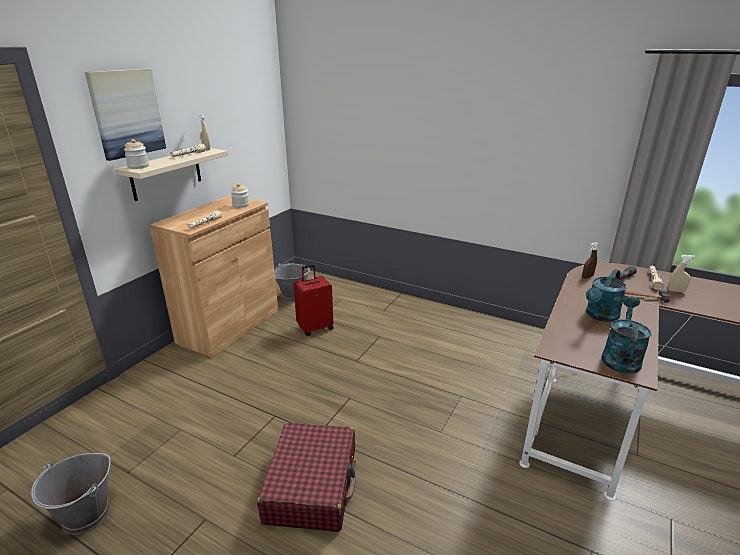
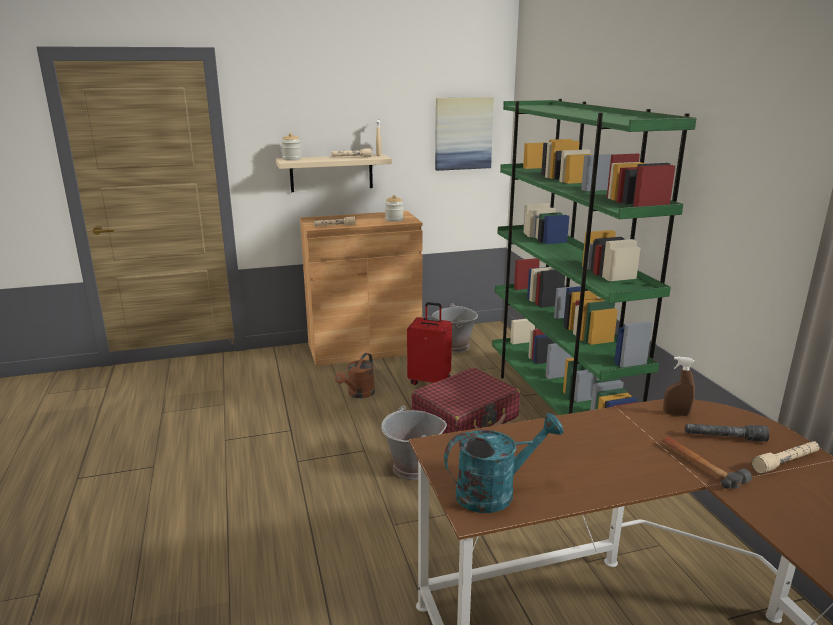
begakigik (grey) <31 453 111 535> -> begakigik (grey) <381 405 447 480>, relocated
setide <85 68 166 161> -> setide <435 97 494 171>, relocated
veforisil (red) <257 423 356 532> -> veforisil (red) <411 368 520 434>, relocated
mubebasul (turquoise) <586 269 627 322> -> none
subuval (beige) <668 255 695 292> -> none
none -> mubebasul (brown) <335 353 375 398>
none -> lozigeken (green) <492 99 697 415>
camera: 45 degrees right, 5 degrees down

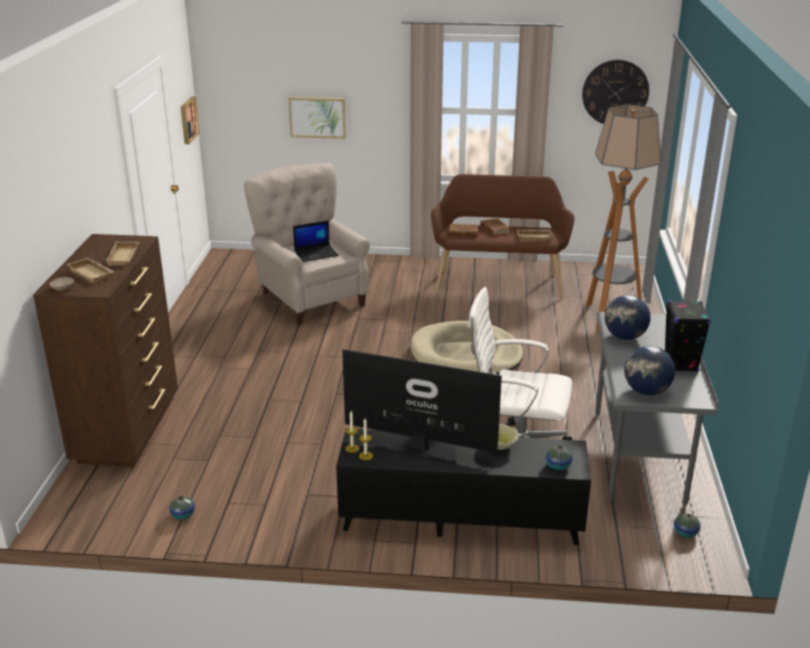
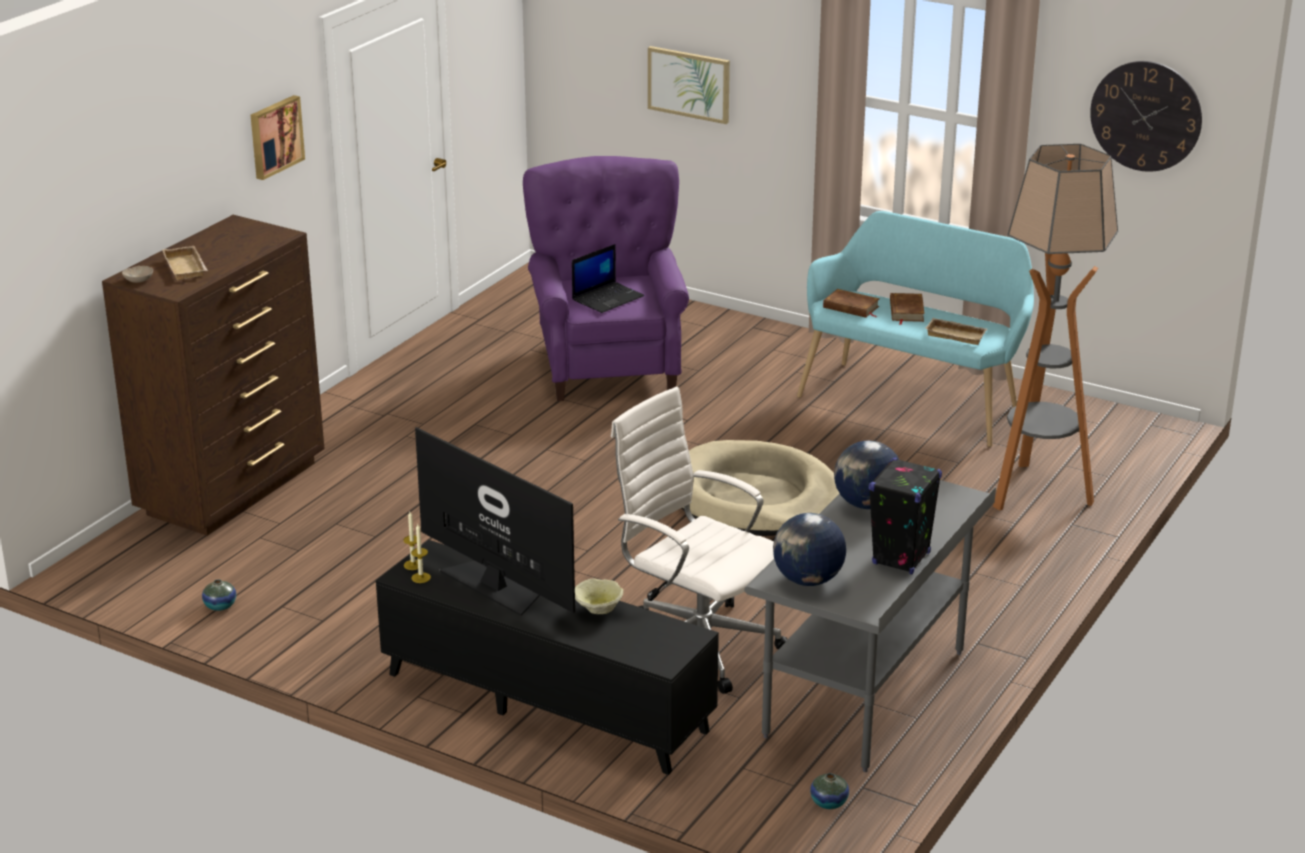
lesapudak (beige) <105 241 139 266> -> none
setide <181 96 200 144> -> setide <251 95 305 180>, relocated
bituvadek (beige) <244 163 370 325> -> bituvadek (purple) <523 156 689 401>
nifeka <293 220 339 262> -> nifeka <572 244 644 313>, 45 degrees counterclockwise
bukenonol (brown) <431 174 575 299> -> bukenonol (turquoise) <797 211 1034 447>
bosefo <545 445 573 470> -> none
camera: 25 degrees right, 0 degrees up

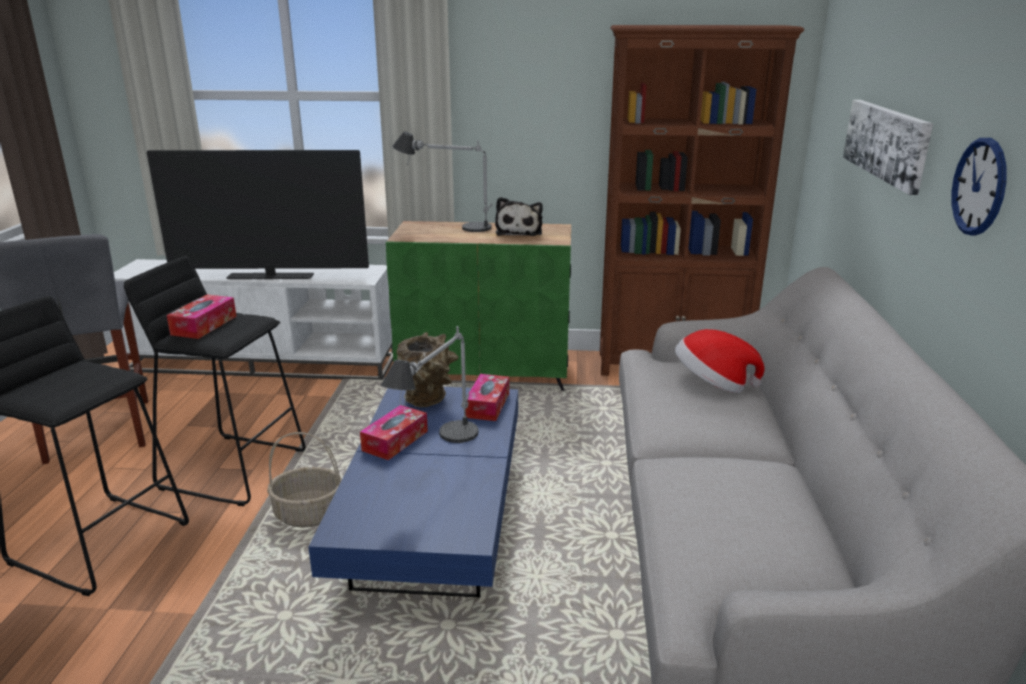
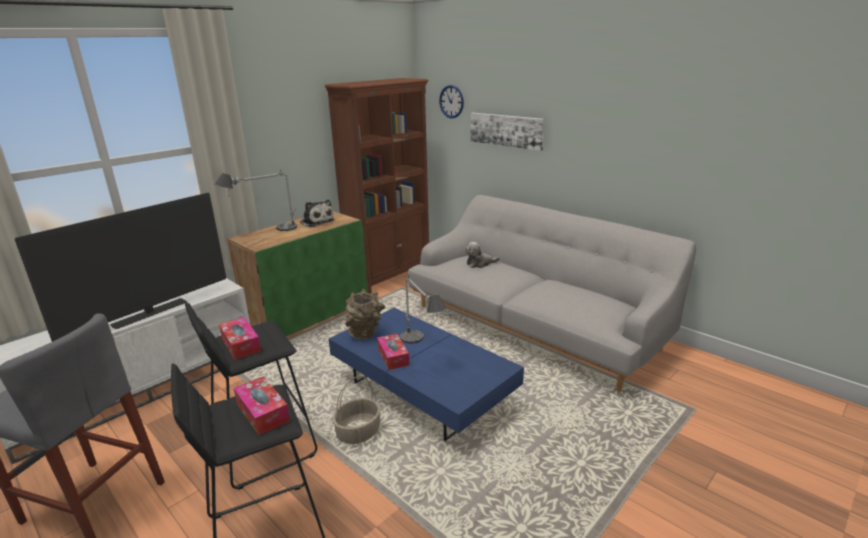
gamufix <466 374 509 421> -> gamufix <234 376 290 435>, relocated
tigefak <675 329 765 393> -> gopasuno <465 242 500 268>
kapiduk <951 138 1007 236> -> kapiduk <439 85 464 118>, relocated
camera: 50 degrees left, 0 degrees up

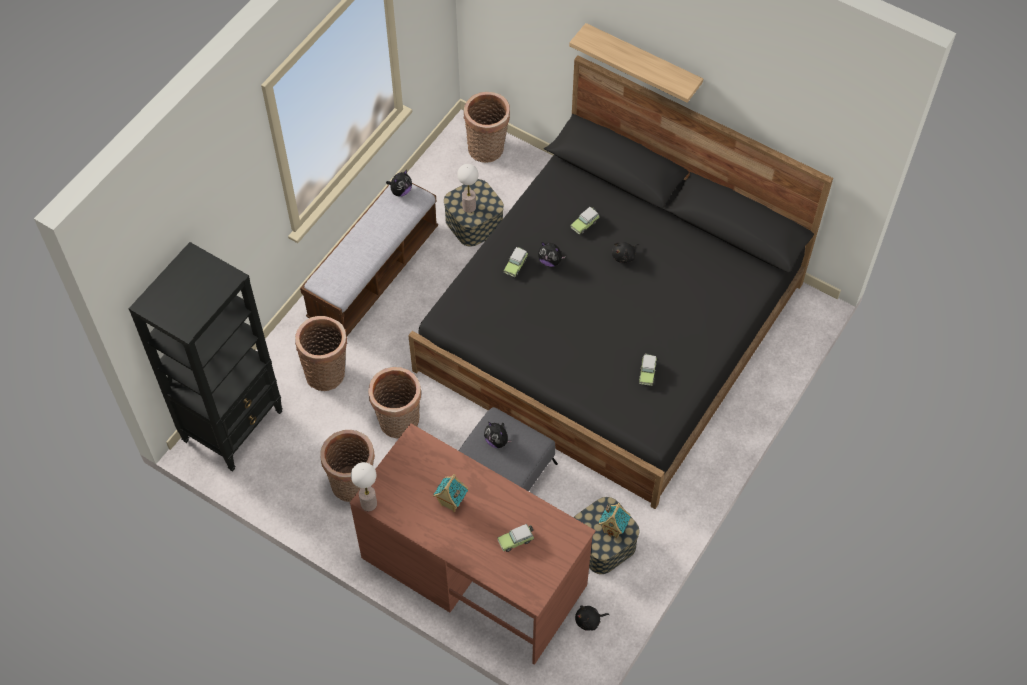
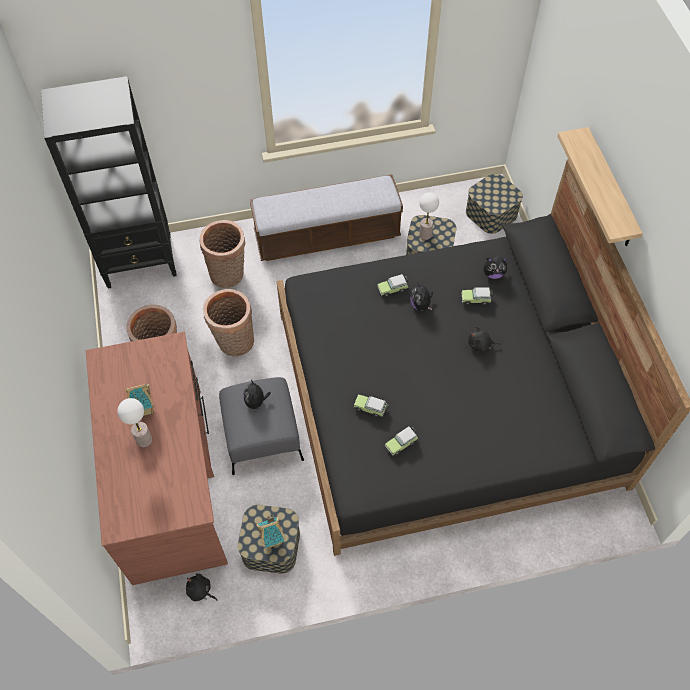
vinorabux <351 462 377 511> -> vinorabux <117 398 152 447>, relocated
gopasuno <386 170 412 197> -> gopasuno <484 256 507 279>, relocated
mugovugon <464 92 510 163> -> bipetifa <466 174 523 234>
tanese <497 524 534 552> -> tanese <354 394 389 417>, relocated
camera: 45 degrees right, 0 degrees up

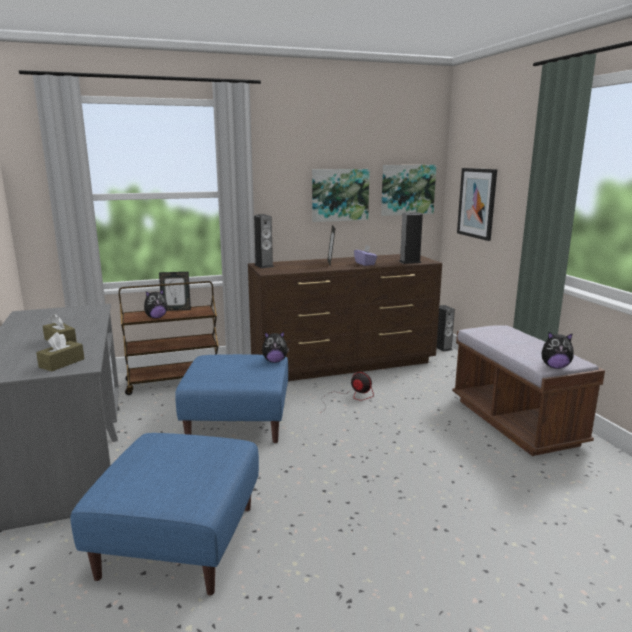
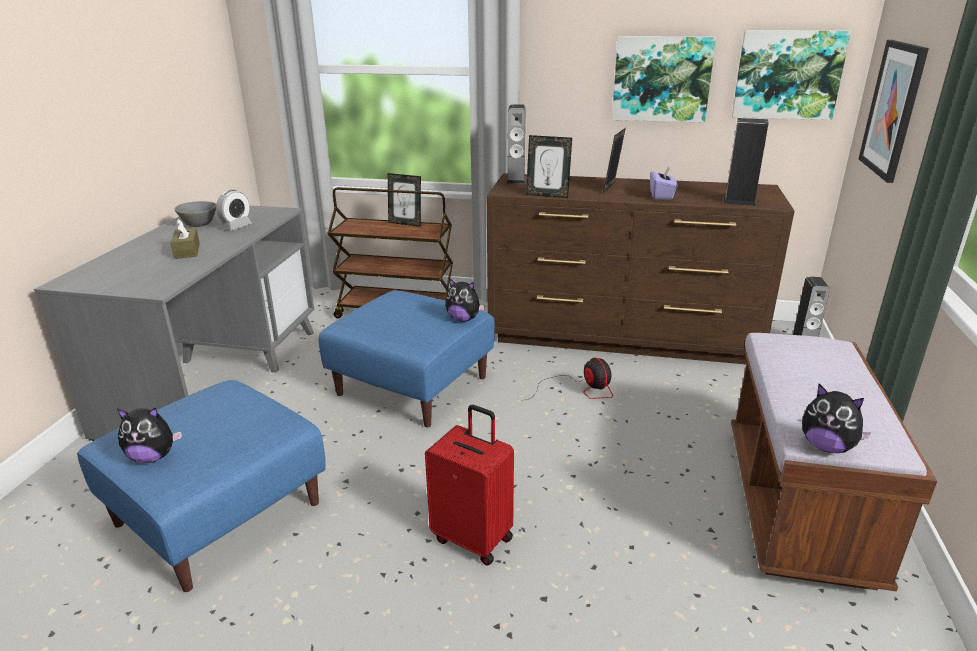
gamufix (brown) <36 332 84 371> -> none
gopasuno <144 289 168 319> -> gopasuno <117 408 182 463>, relocated
none -> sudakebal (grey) <175 201 216 227>
none -> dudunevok <216 190 252 231>
none -> veforisil (red) <425 405 514 566>
none -> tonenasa <526 135 572 198>
camera: 30 degrees right, 10 degrees up

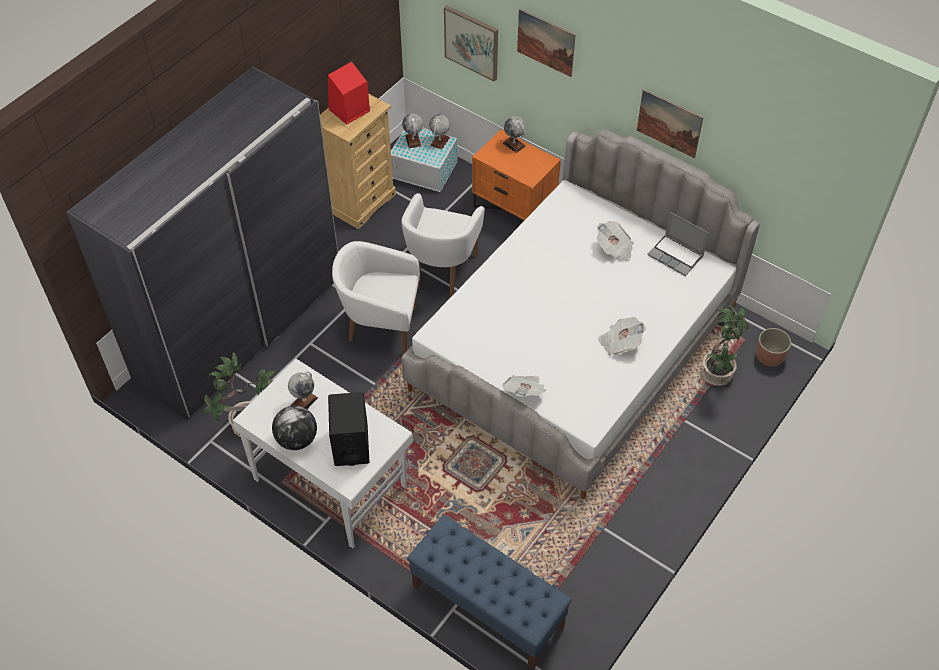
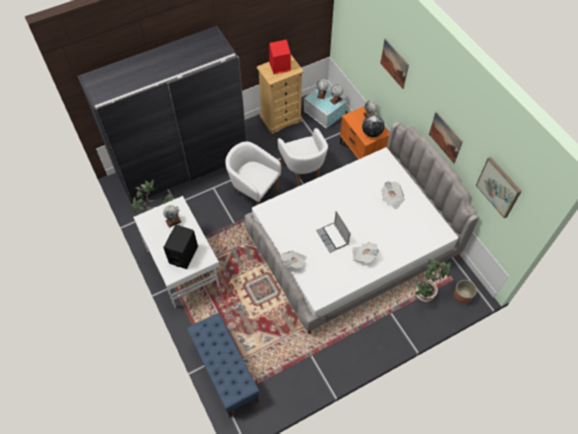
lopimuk <272 406 317 450> -> lopimuk <362 115 385 137>, relocated
bituvadek (white) <402 193 485 296> -> bituvadek (white) <277 128 328 186>, 60 degrees counterclockwise
setide <444 5 498 82> -> setide <476 157 521 219>, relocated
nifeka <647 212 709 276> -> nifeka <316 211 350 253>, relocated
camera: 25 degrees right, 5 degrees up

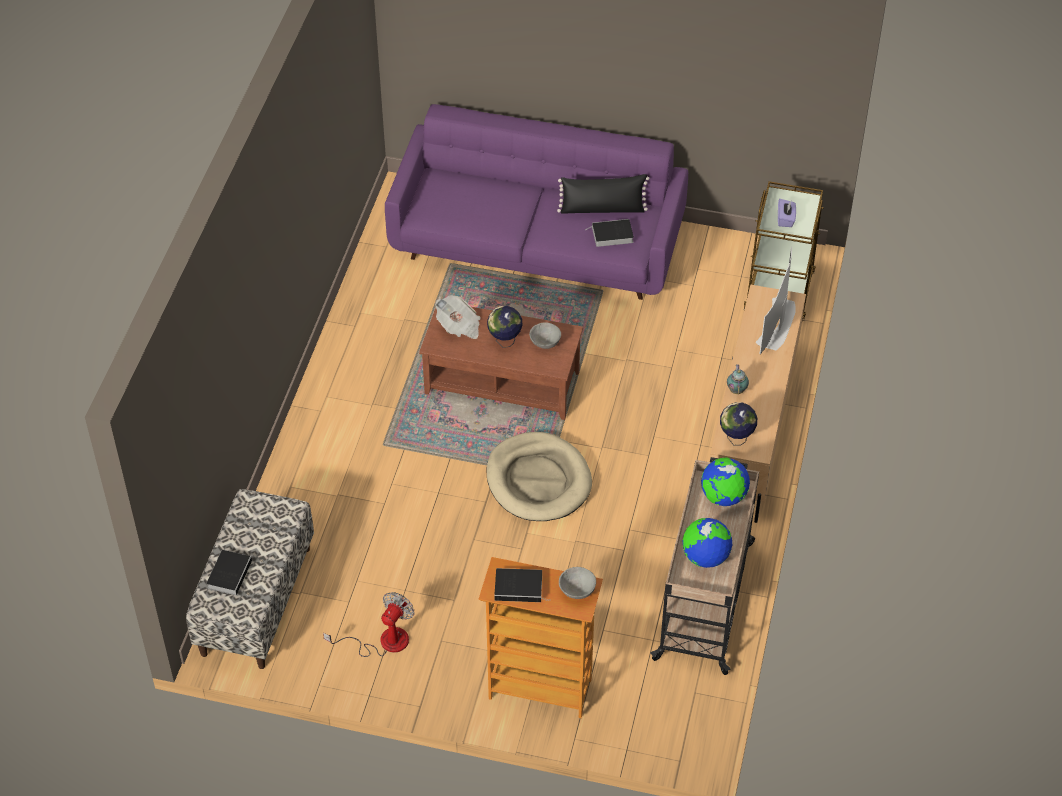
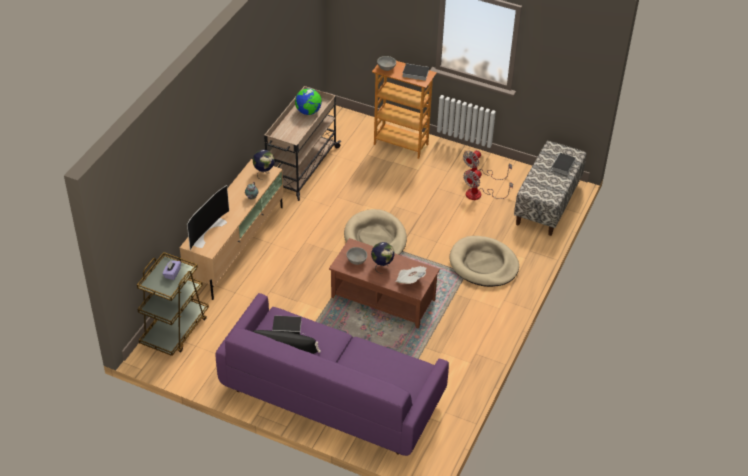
lopimuk <701 457 750 506> -> none
none -> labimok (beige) <450 236 519 287>
none -> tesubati <463 170 513 200>
camera: 170 degrees left, 5 degrees down

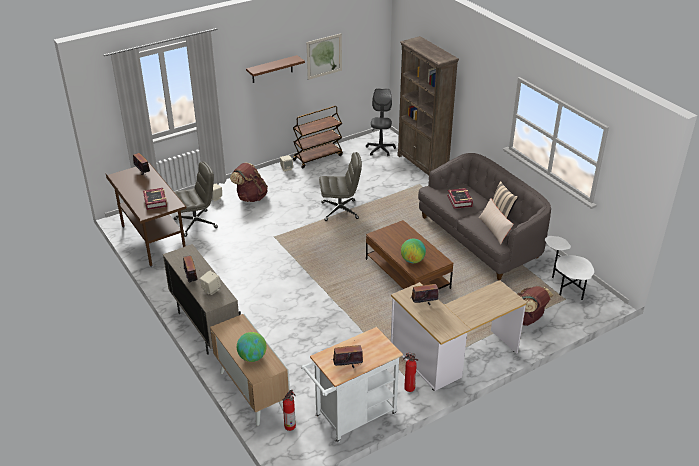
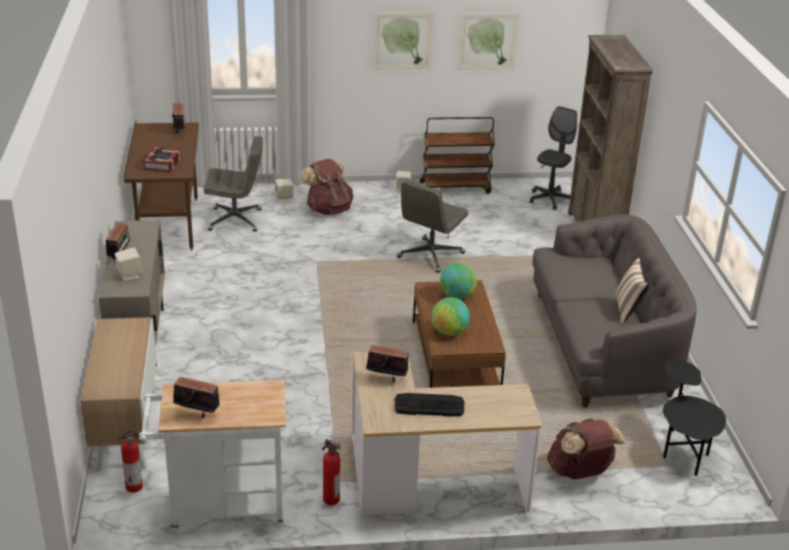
lopimuk <237 332 267 362> -> lopimuk <440 263 477 299>, relocated
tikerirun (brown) <246 55 305 83> -> setide <373 12 434 69>
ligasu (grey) <319 152 362 221> -> ligasu (grey) <397 180 468 273>, 105 degrees clockwise
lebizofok <447 188 473 209> -> none
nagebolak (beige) <479 198 514 245> -> none
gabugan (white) <545 236 594 300> -> gabugan (black) <663 358 726 476>
none -> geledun <394 393 465 416>
camera: 25 degrees right, 5 degrees down

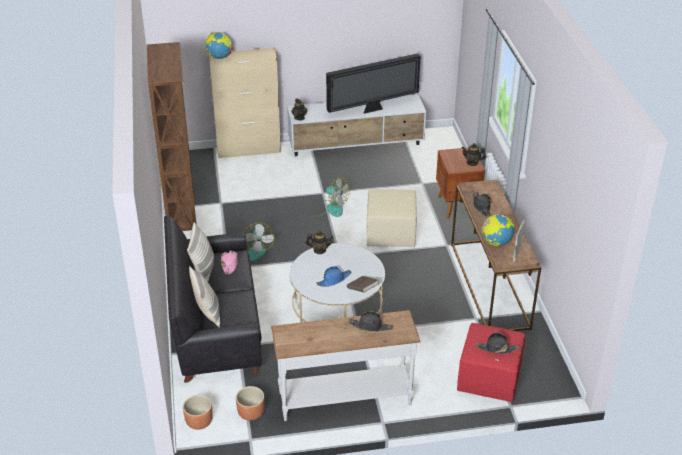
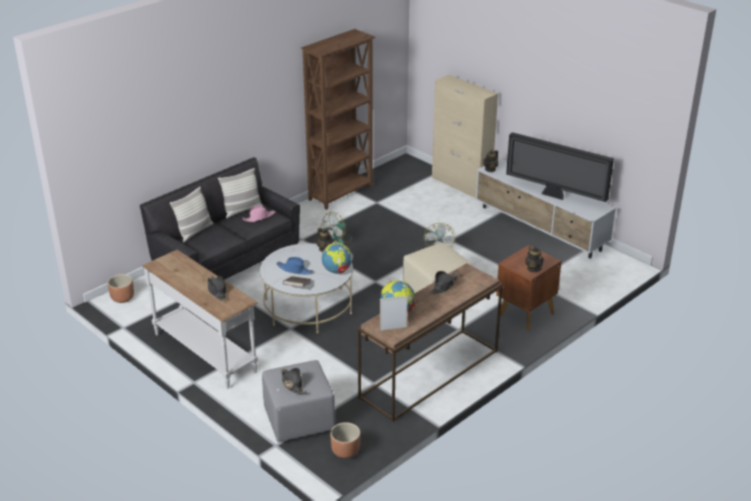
lopimuk <205 32 233 59> -> lopimuk <322 241 353 274>, relocated
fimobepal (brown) <236 386 265 421> -> fimobepal (brown) <330 422 361 458>, relocated
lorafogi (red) <457 323 525 402> -> lorafogi (grey) <262 360 335 442>
camera: 55 degrees right, 5 degrees down

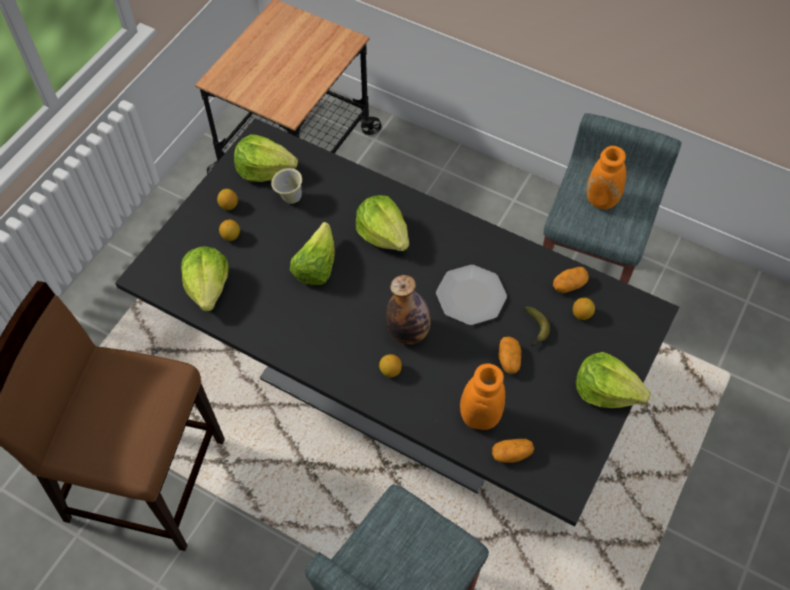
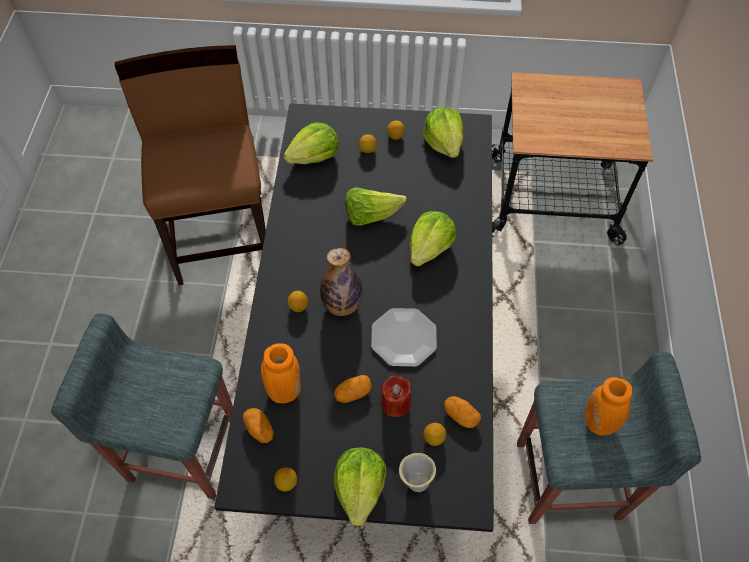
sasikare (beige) <271 168 302 204> -> sasikare (beige) <399 453 436 492>, relocated
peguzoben <524 306 550 347> -> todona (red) <381 376 411 417>
none -> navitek <274 467 297 492>
camera: 65 degrees right, 0 degrees up

